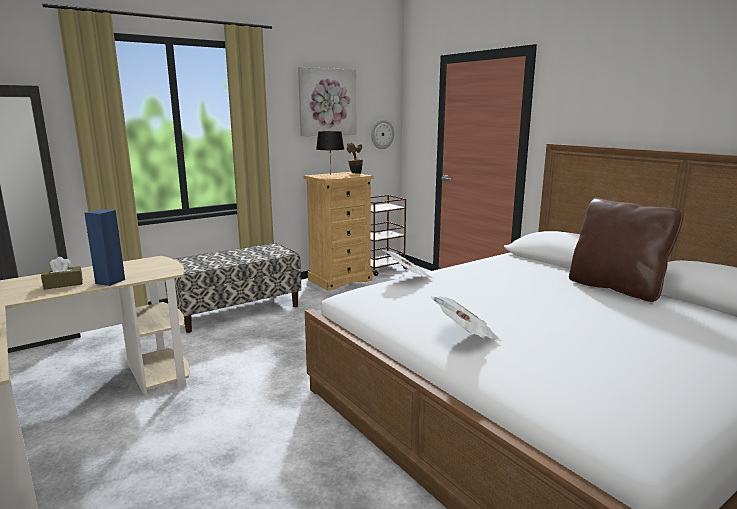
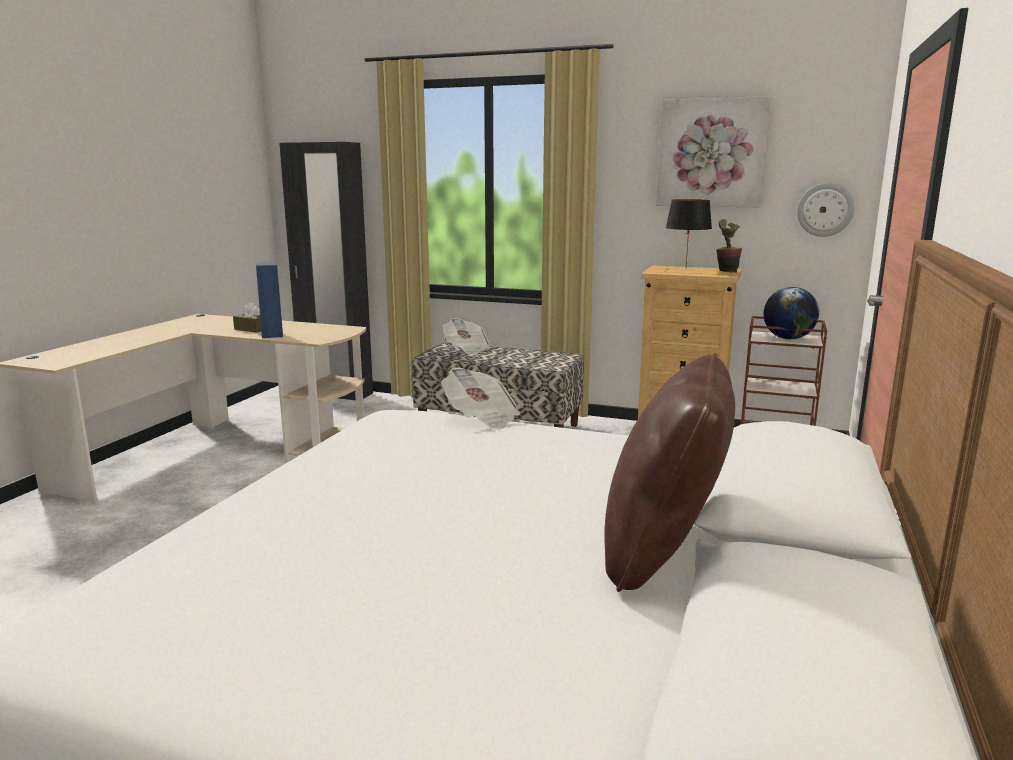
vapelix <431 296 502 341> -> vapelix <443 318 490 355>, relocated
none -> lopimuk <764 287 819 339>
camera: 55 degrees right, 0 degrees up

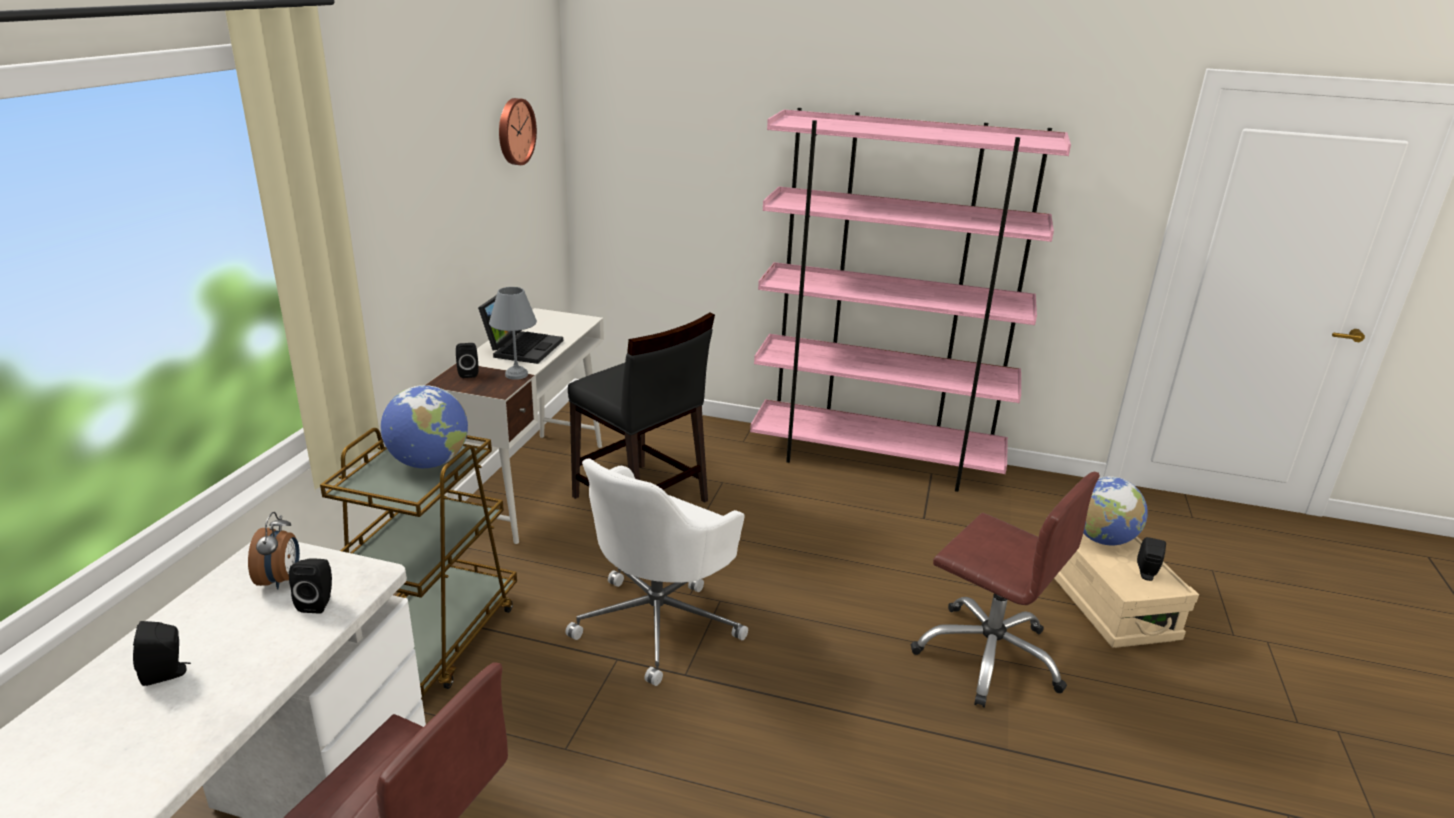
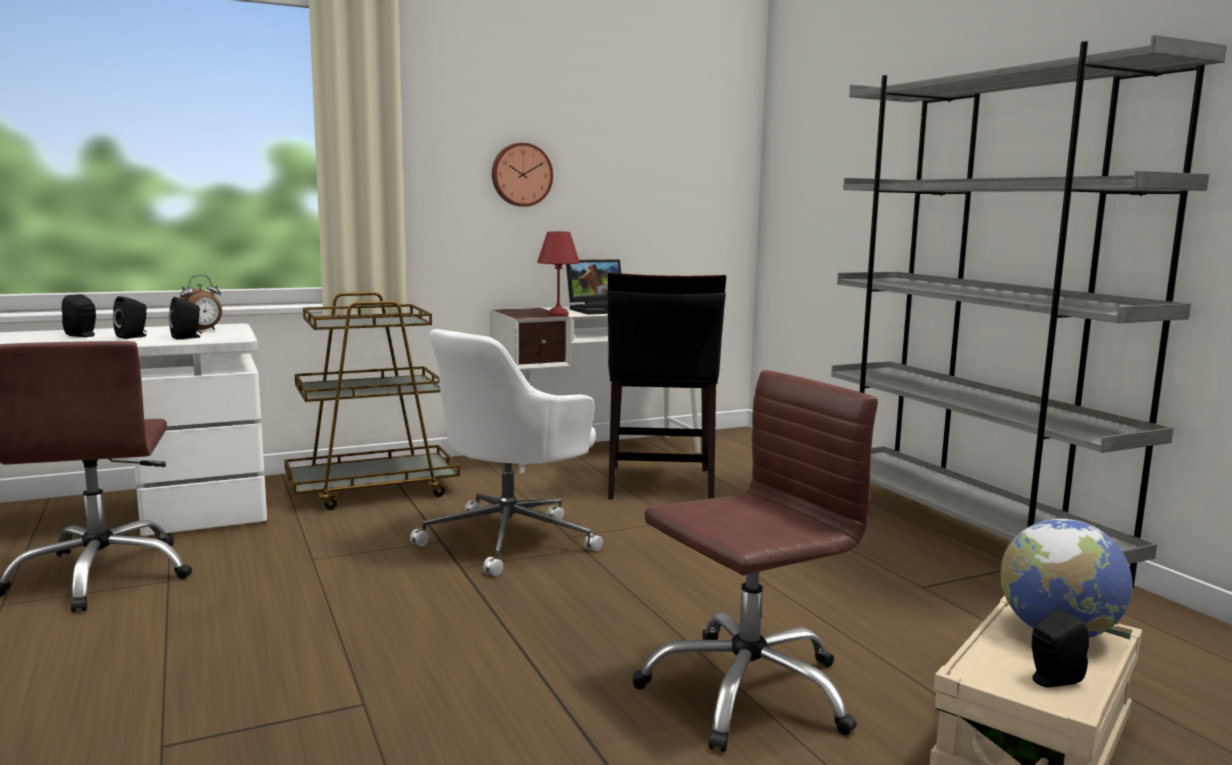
lopimuk <381 385 468 468> -> none
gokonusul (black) <456 343 479 378> -> gokonusul (black) <113 296 147 339>, relocated
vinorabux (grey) <489 287 537 380> -> vinorabux (red) <537 231 580 316>
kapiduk <499 98 537 165> -> kapiduk <492 142 553 207>, relocated
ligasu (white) <565 459 748 686> -> ligasu (white) <410 329 603 576>, 45 degrees counterclockwise
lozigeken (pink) <750 108 1071 492> -> lozigeken (grey) <831 35 1227 588>
ligasu (brown) <911 472 1100 708> -> ligasu (brown) <632 370 878 752>, 120 degrees counterclockwise
camera: 50 degrees right, 15 degrees down

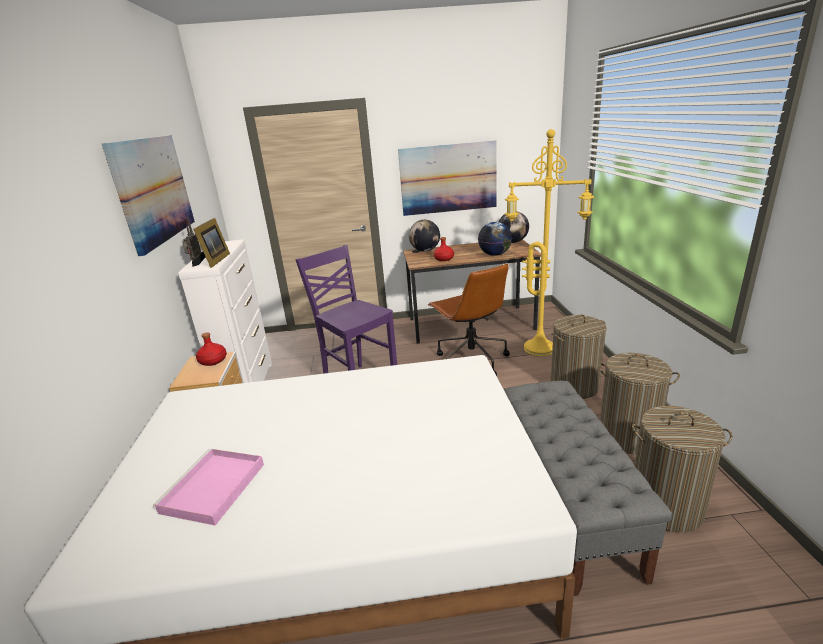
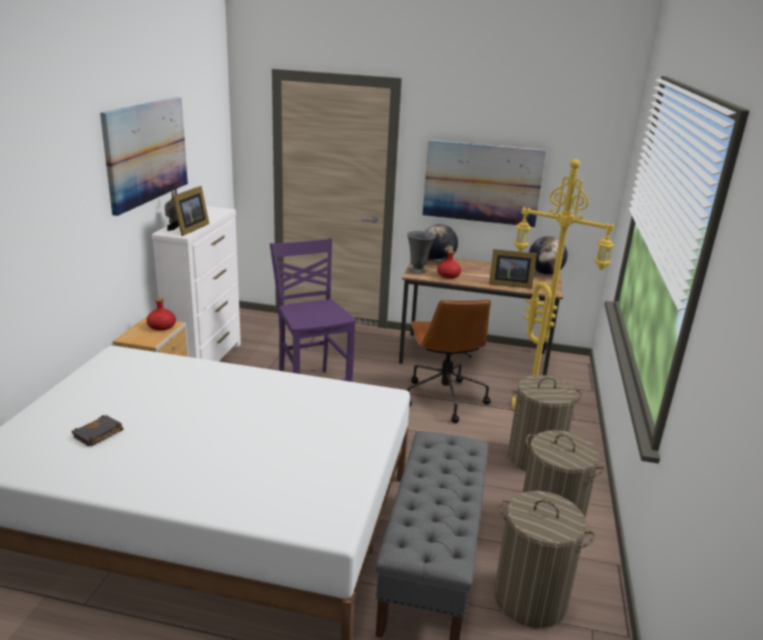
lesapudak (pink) <153 449 264 525> -> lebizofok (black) <71 415 123 446>
lopimuk <478 222 512 256> -> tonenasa <489 249 537 289>
none -> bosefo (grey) <407 231 436 274>
camera: 15 degrees right, 0 degrees up

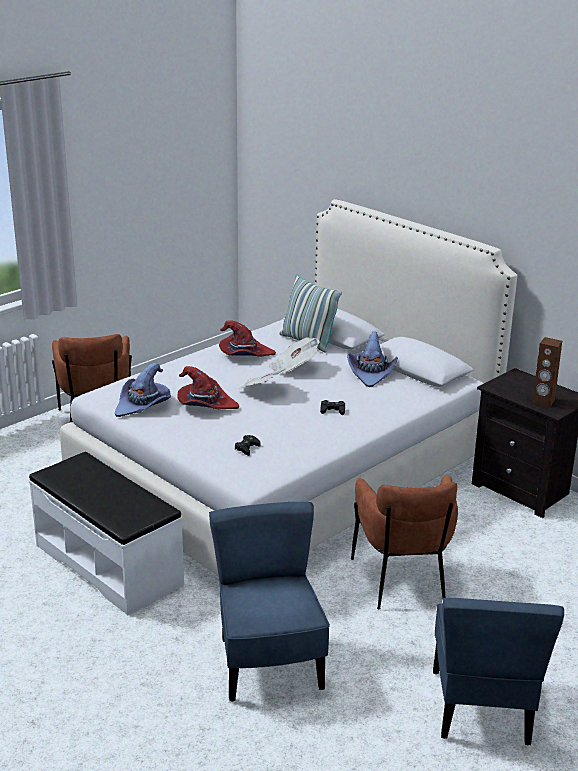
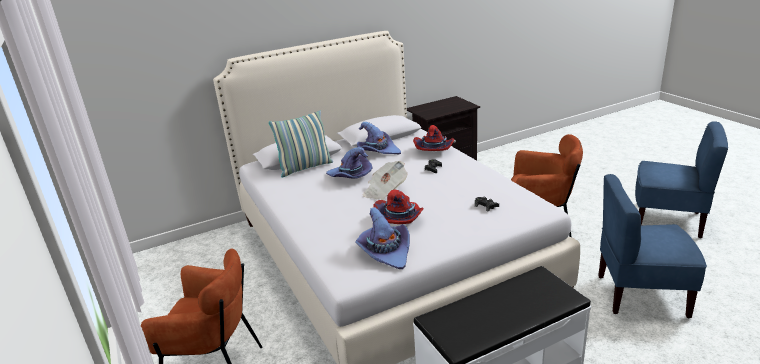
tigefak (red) <219 320 276 357> -> tigefak (red) <413 125 454 151>, relocated
vapelix <269 337 320 374> -> tigefak (purple) <326 147 372 179>
gokonusul (brown) <532 337 562 407> -> none
camera: 70 degrees left, 0 degrees up

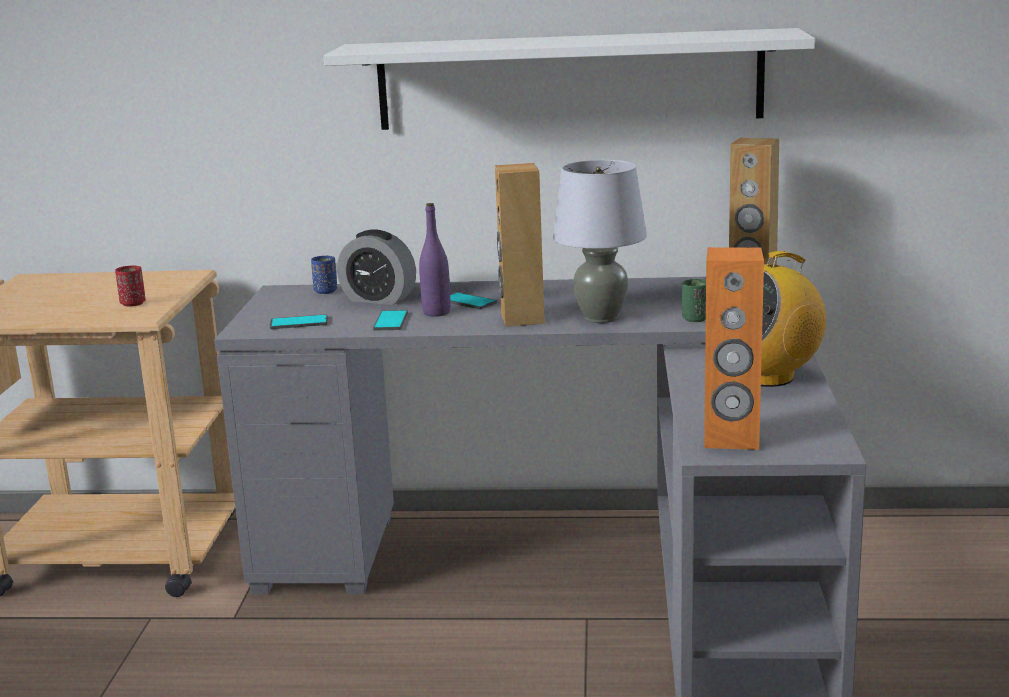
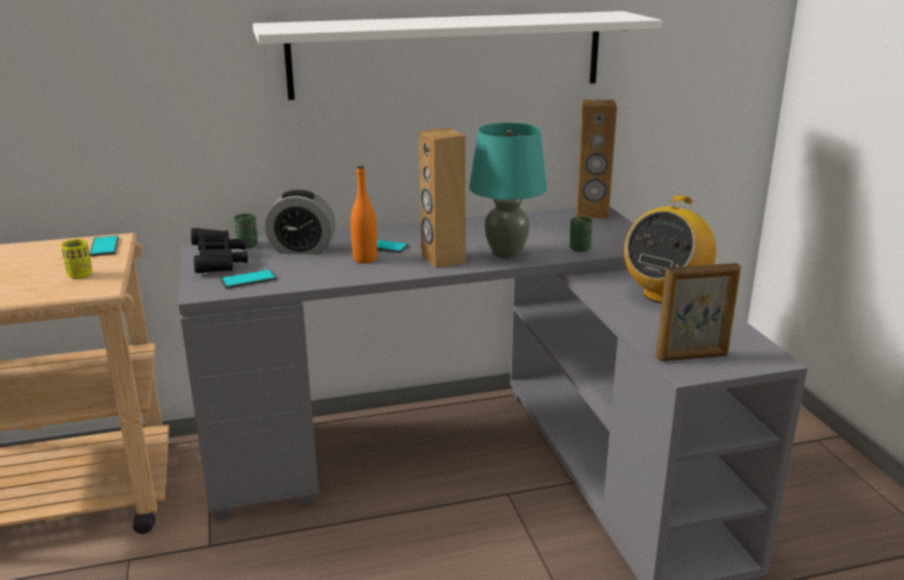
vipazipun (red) <115 265 145 307> -> vipazipun (yellow) <61 239 92 279>
vipazipun (blue) <311 256 337 294> -> vipazipun (green) <234 214 258 248>
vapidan <373 310 408 331> -> vapidan <90 235 119 257>, relocated
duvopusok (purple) <419 203 450 317> -> duvopusok (orange) <350 166 377 263>
vinorabux (grey) <553 160 647 323> -> vinorabux (turquoise) <469 123 547 259>
gokonusul (orange) <704 247 764 450> -> tonenasa <656 263 741 361>
none -> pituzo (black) <191 228 248 273>
camera: 20 degrees left, 5 degrees up

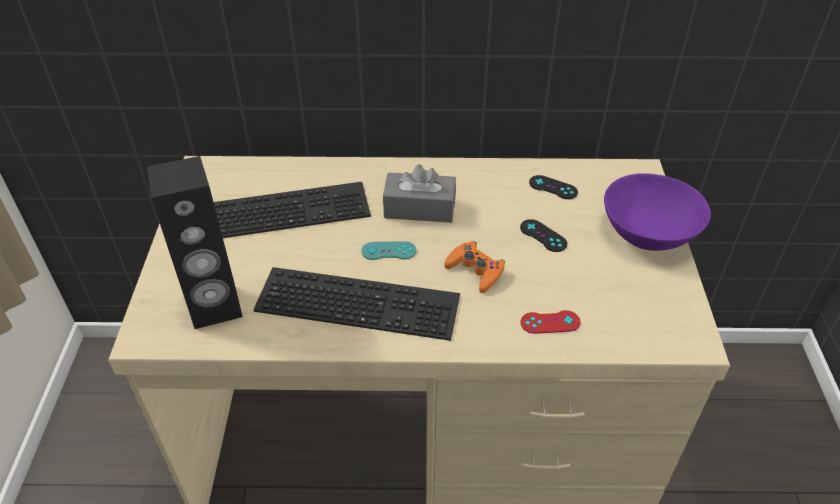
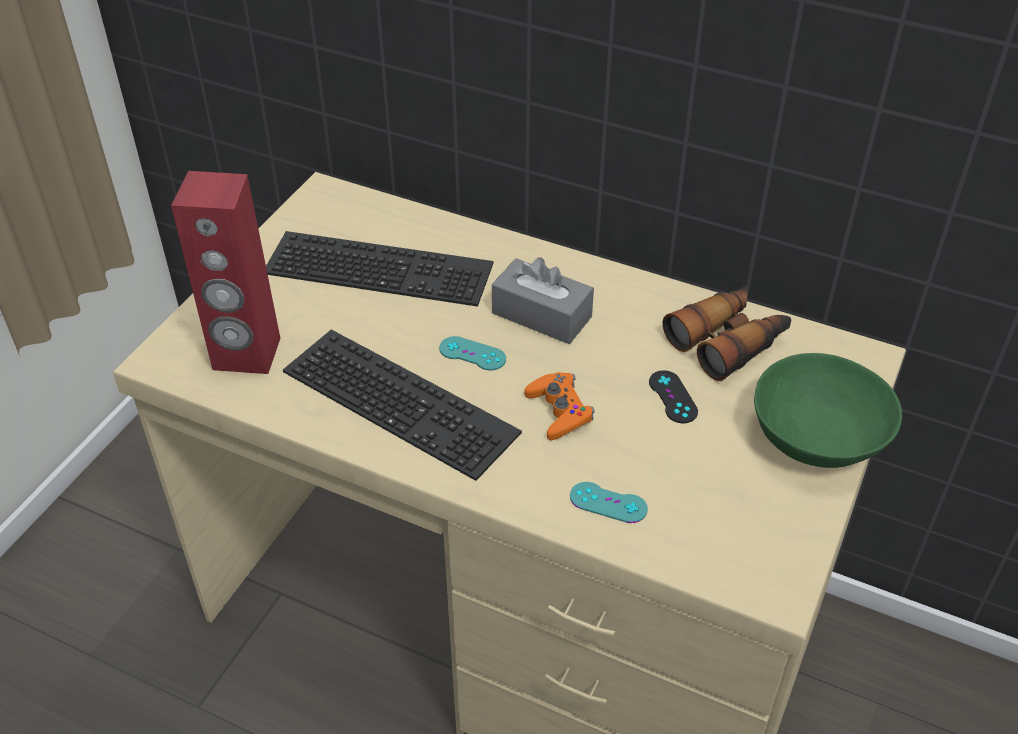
gokonusul (black) <147 156 243 329> -> gokonusul (red) <171 171 280 374>
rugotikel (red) <520 310 581 334> -> rugotikel (turquoise) <570 482 648 523>
rugotikel (black) <529 175 578 199> -> pituzo <663 285 791 381>
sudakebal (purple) <604 173 711 251> -> sudakebal (green) <754 353 902 468>
camera: 25 degrees right, 0 degrees up

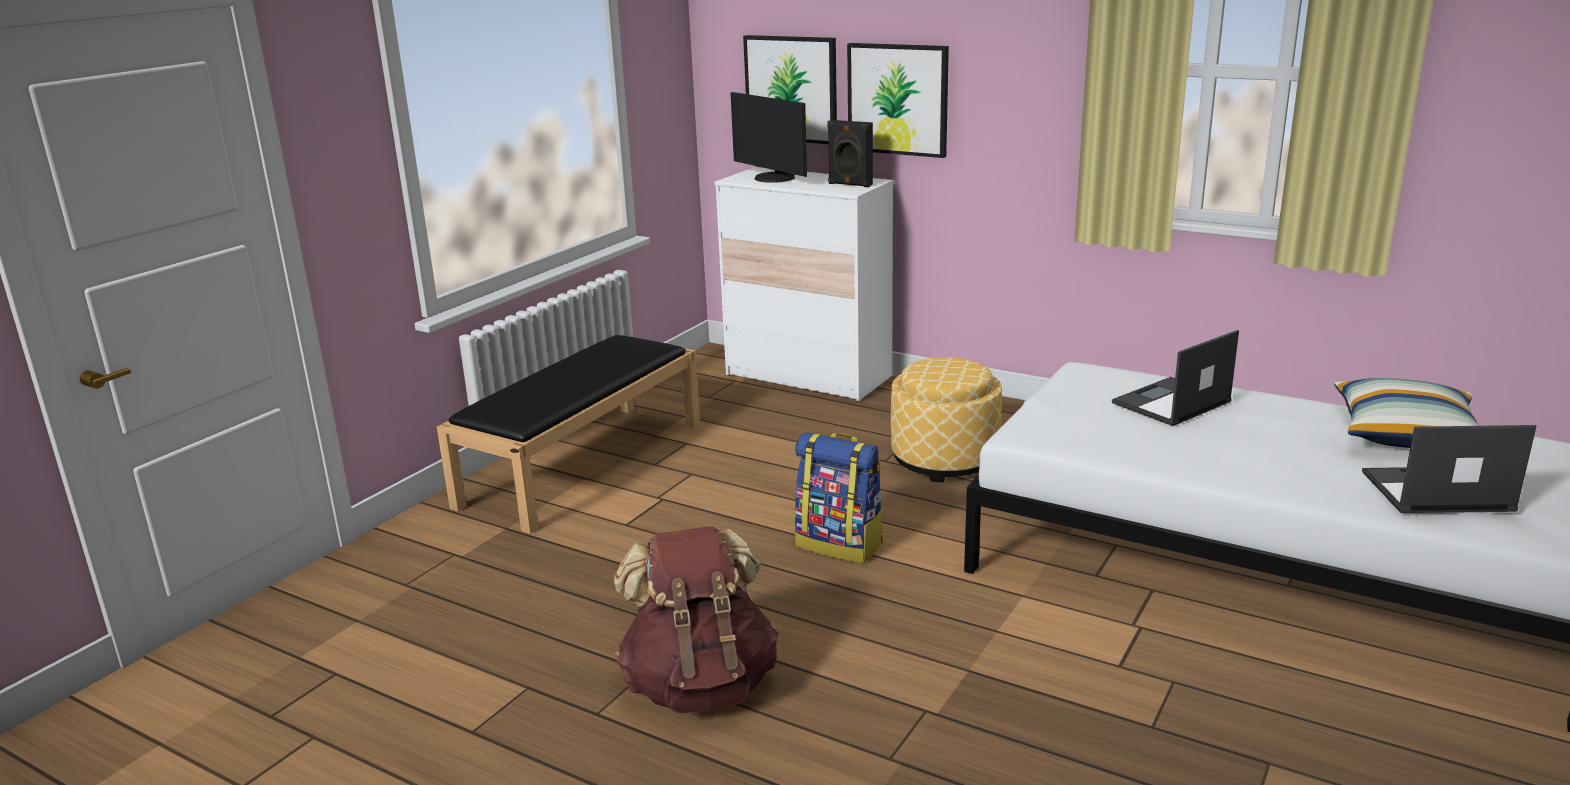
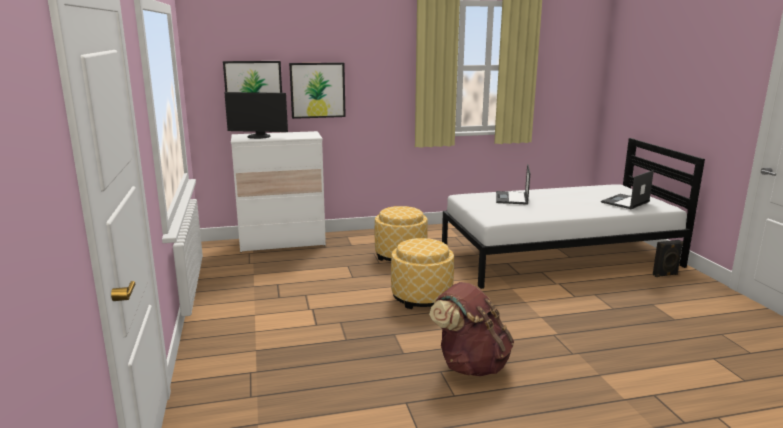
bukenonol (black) <437 335 700 534> -> none
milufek <794 432 883 563> -> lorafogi <391 238 454 309>
gokonusul (black) <827 120 873 187> -> gokonusul (black) <653 240 683 277>, relocated
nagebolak <1334 378 1479 448> -> none
camera: 45 degrees left, 5 degrees down

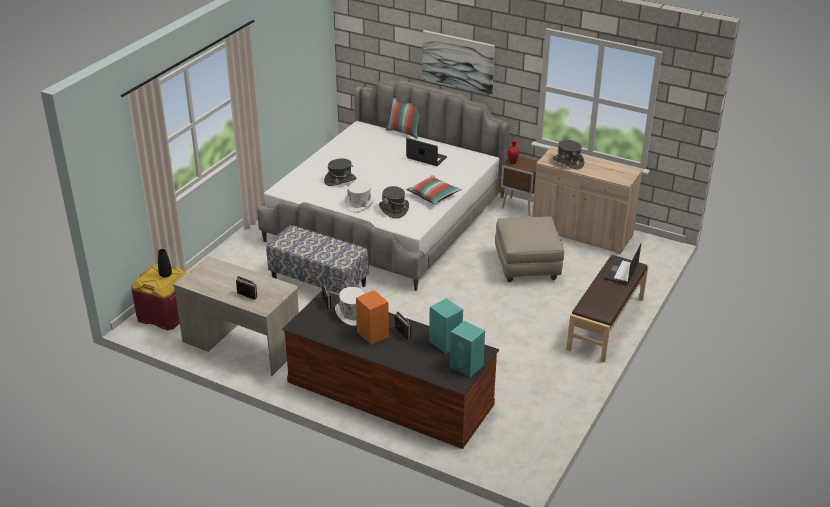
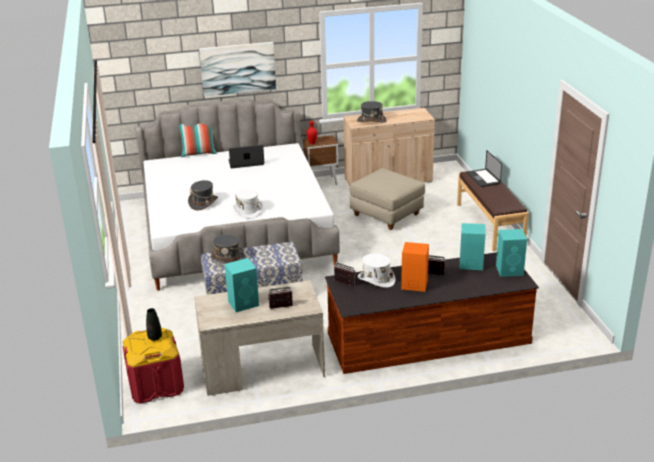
tigefak (grey) <379 186 409 219> -> tigefak (grey) <210 235 245 264>, relocated
nagebolak <406 175 462 205> -> none
none -> gokonusul (turquoise) <225 258 259 312>
camera: 40 degrees left, 5 degrees down

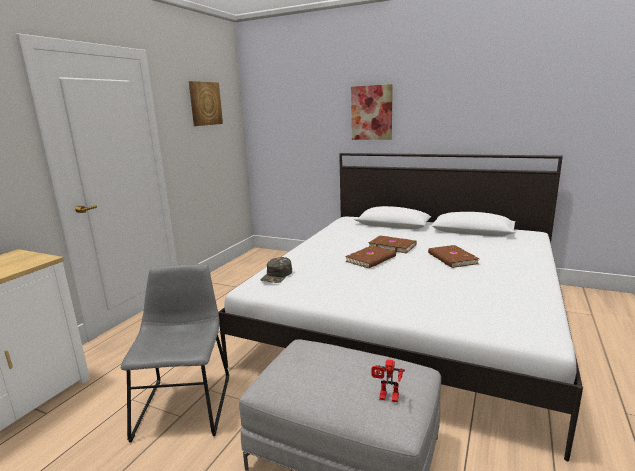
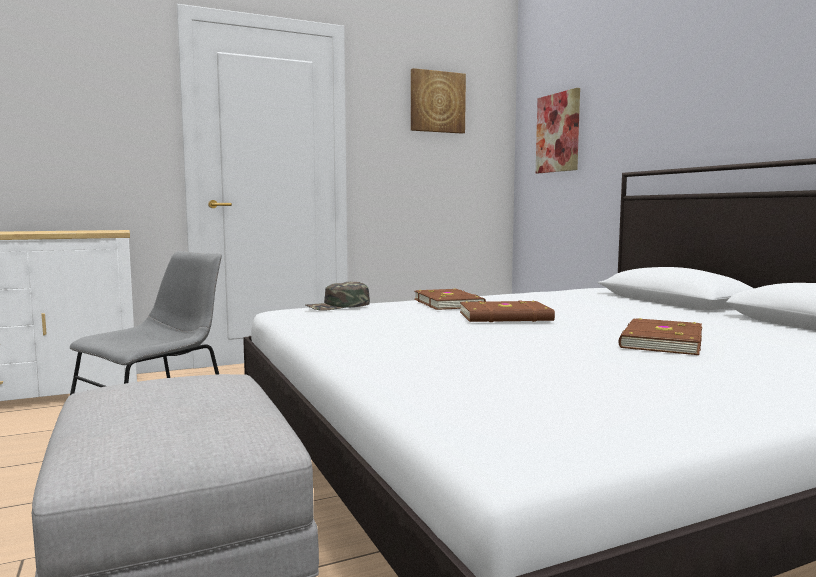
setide <351 84 393 140> -> setide <536 88 580 173>, relocated
lebizofok (brown) <369 236 417 253> -> lebizofok (brown) <414 288 486 310>, relocated
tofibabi <372 360 405 402> -> none
camera: 40 degrees right, 10 degrees down

